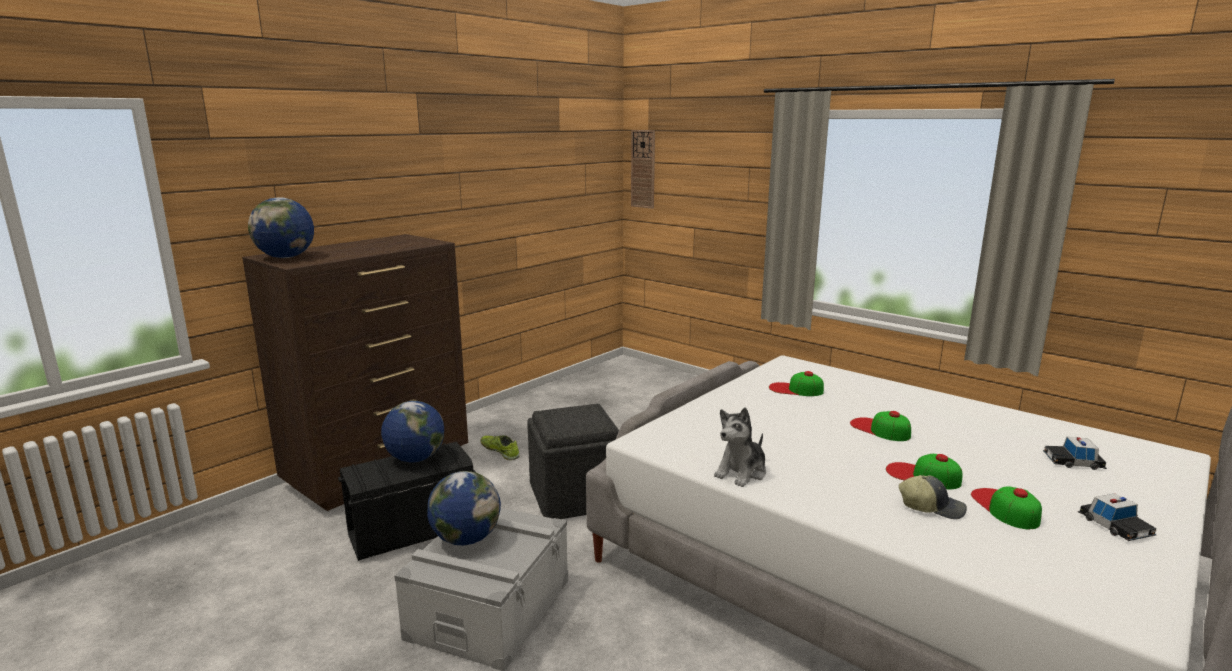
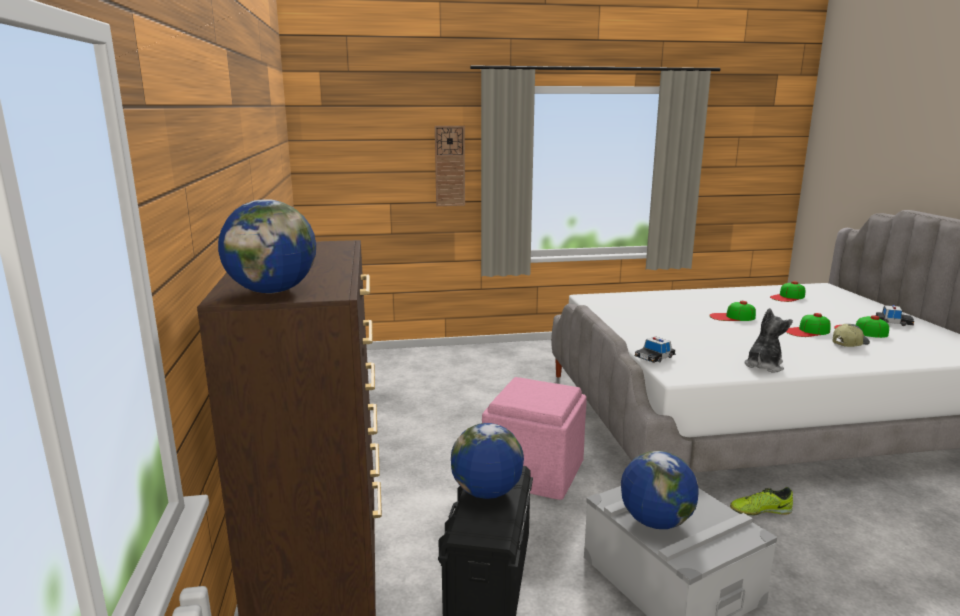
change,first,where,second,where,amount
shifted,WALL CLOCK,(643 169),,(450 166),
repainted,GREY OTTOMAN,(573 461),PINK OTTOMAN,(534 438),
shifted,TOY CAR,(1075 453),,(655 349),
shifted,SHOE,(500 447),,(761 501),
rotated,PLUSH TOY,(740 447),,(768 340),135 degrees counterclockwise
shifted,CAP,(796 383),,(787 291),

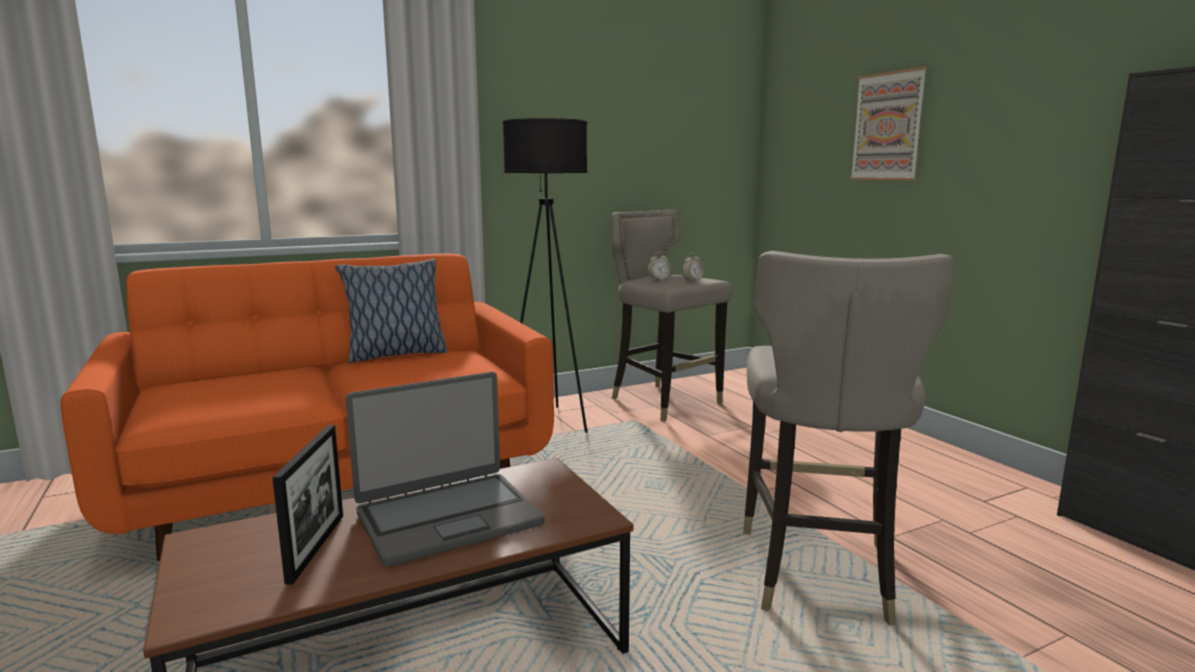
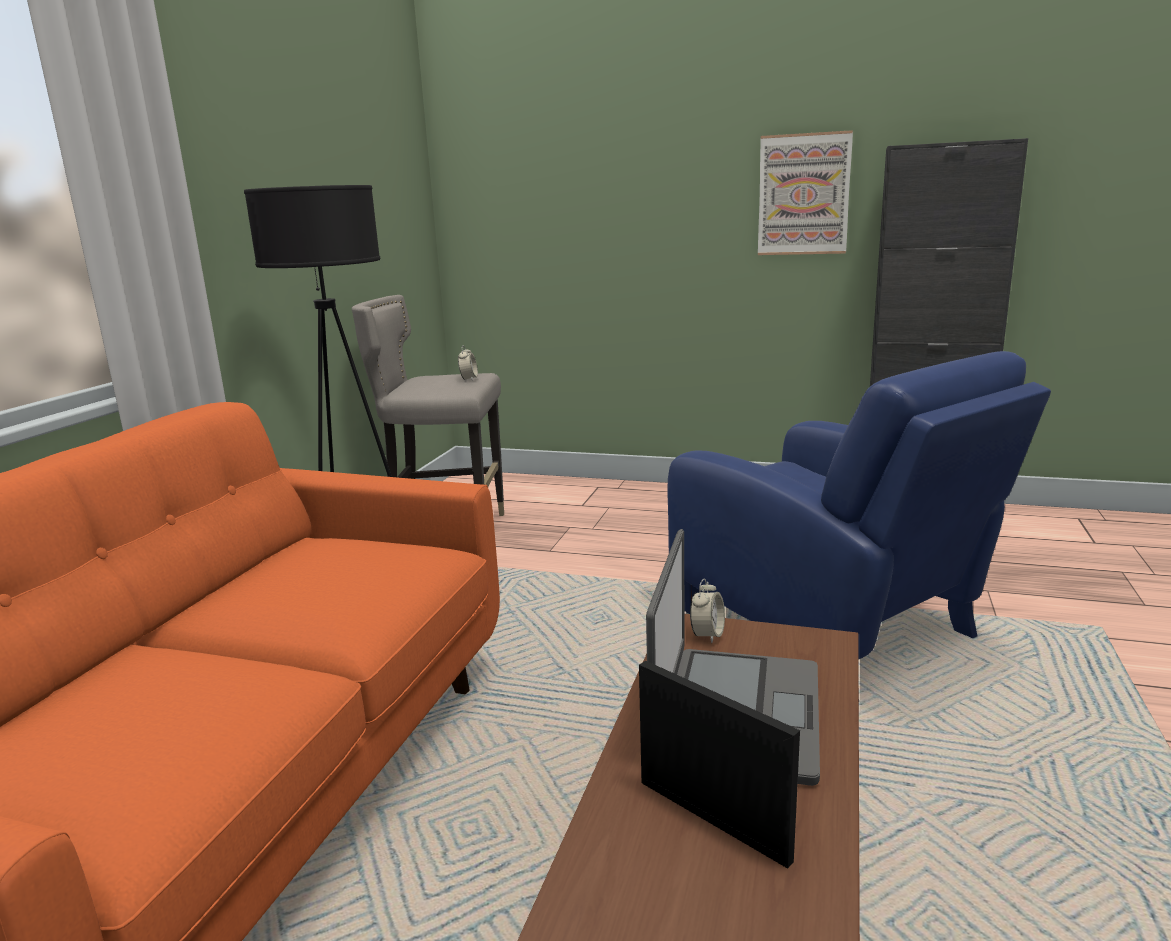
change,first,where,second,where,amount
swapped,GREY STOOL,(848 438),BLUE ARMCHAIR,(859 505),
shifted,ALARM CLOCK,(659 266),,(707 610),
shifted,PICTURE,(888 123),,(805 192),
gone,PILLOW,(391 311),,,

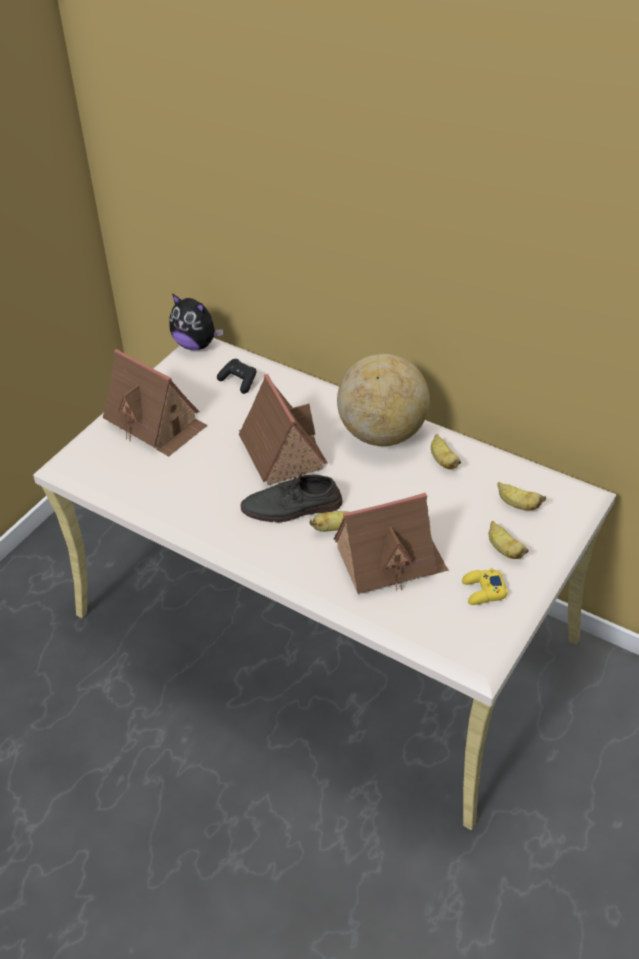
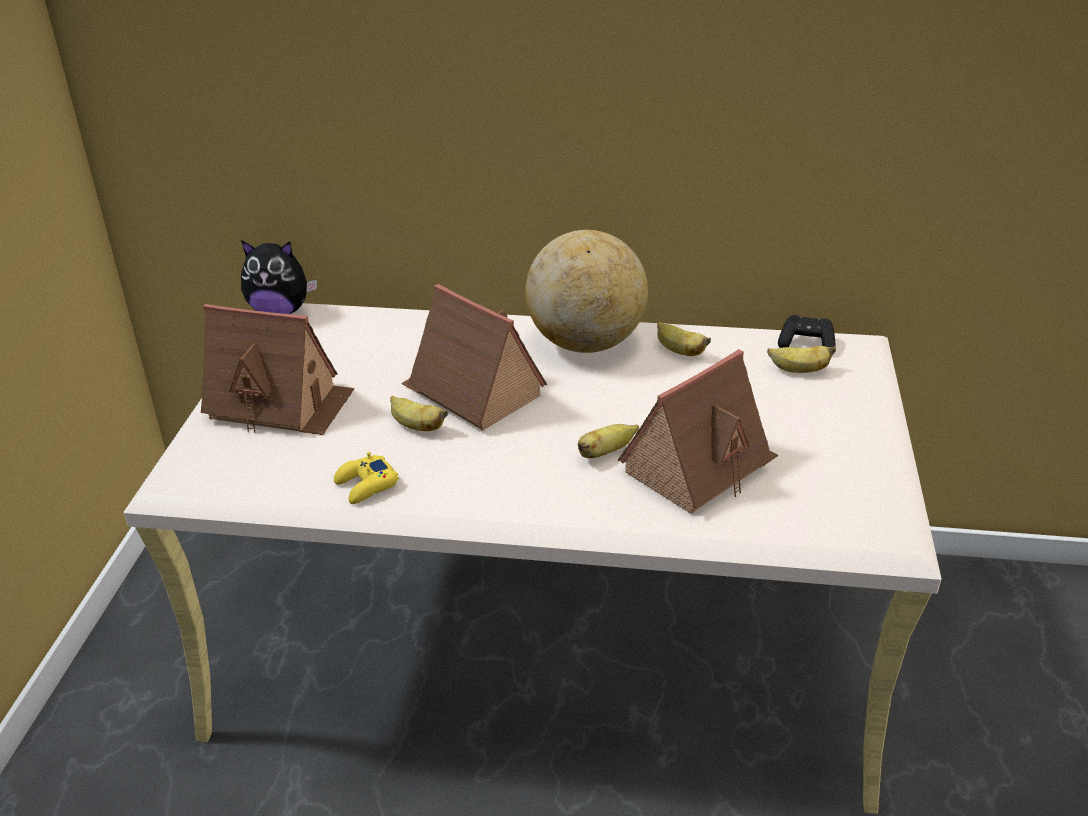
change,first,where,second,where,amount
shifted,YELLOW GAME CONTROLLER,(485 586),,(366 478),
shifted,BANANA,(509 540),,(419 413),
shifted,BLACK GAME CONTROLLER,(236 376),,(807 331),
gone,GREY SHOE,(291 497),,,

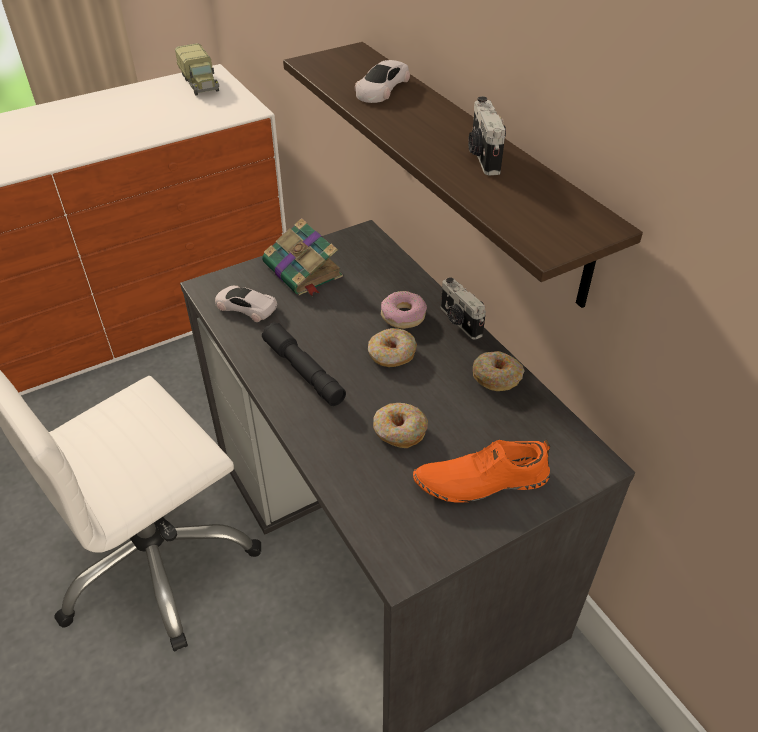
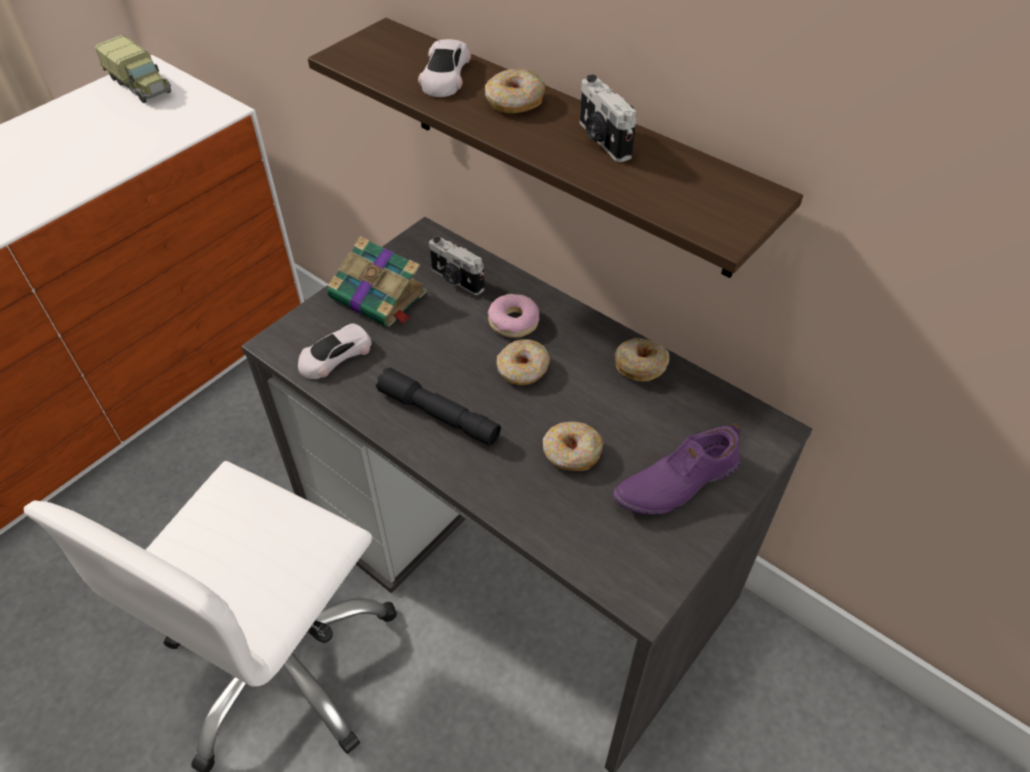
change,first,where,second,where,amount
rotated,WHITE TOY CAR,(246 304),,(335 351),45 degrees counterclockwise
shifted,PHOTO CAMERA,(463 309),,(457 265),
new,,,DONUT,(515 91),
repainted,ORANGE SHOE,(481 471),PURPLE SHOE,(677 469),

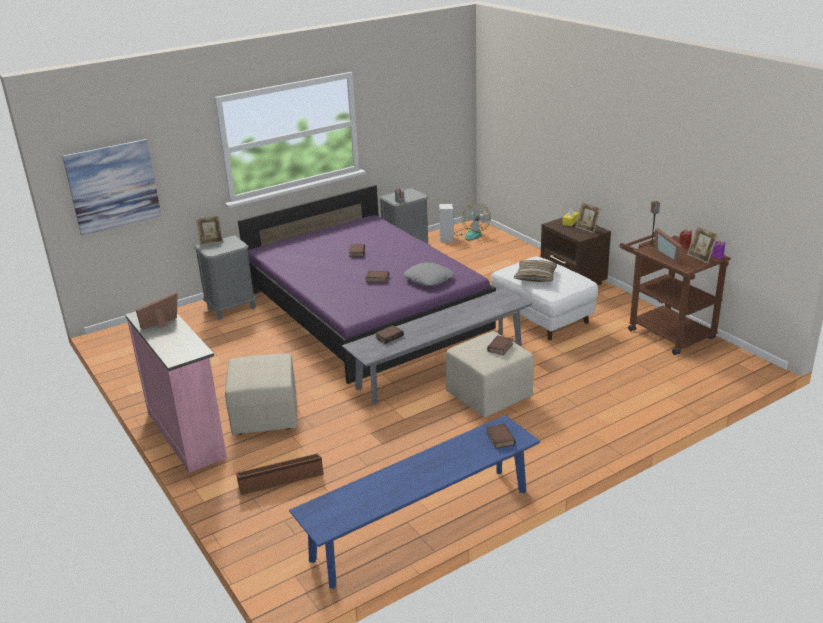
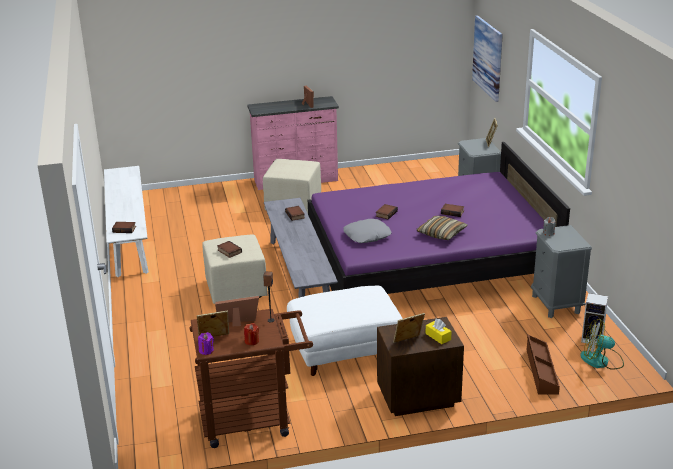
change,first,where,second,where,amount
repainted,BLUE BENCH,(414 502),WHITE BENCH,(126 221),
shifted,PILLOW,(535 271),,(442 228),
shifted,BROWN STORAGE BOX,(280 474),,(543 365),

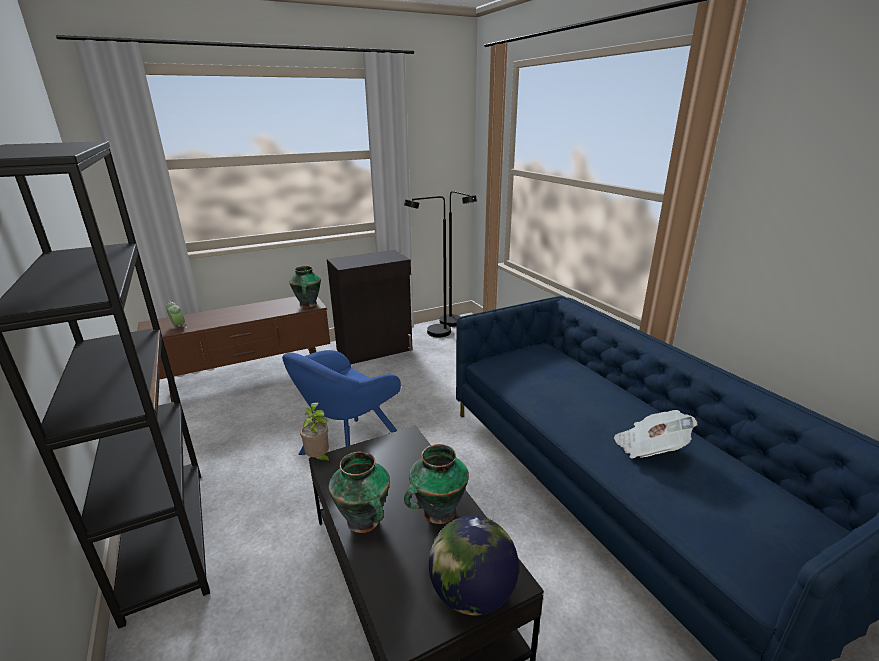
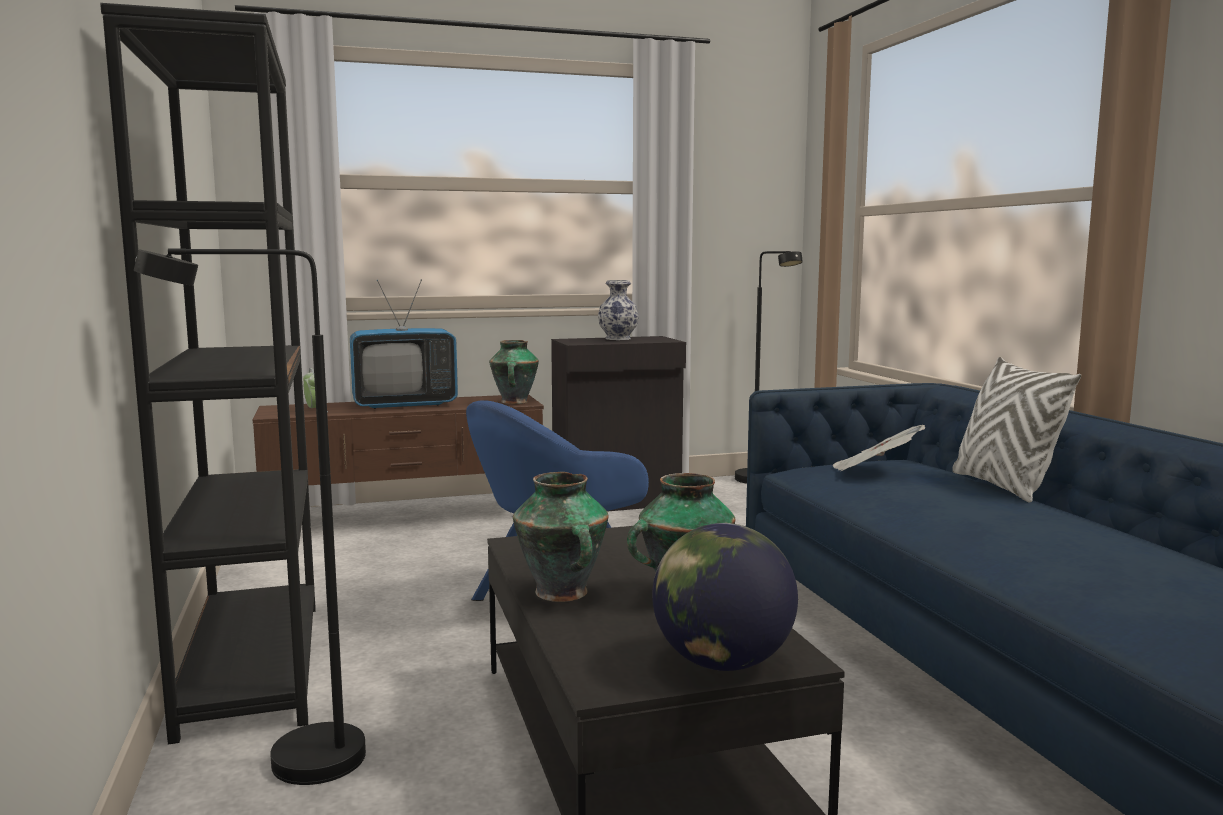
change,first,where,second,where,amount
shifted,BLACK FLOOR LAMP,(427 266),,(250 517),
new,,,TELEVISION,(404 344),
new,,,VASE,(618 310),
shifted,NEWSPAPER,(656 434),,(879 448),
new,,,WHITE PILLOW,(1016 430),
gone,POTTED PLANT,(315 432),,,

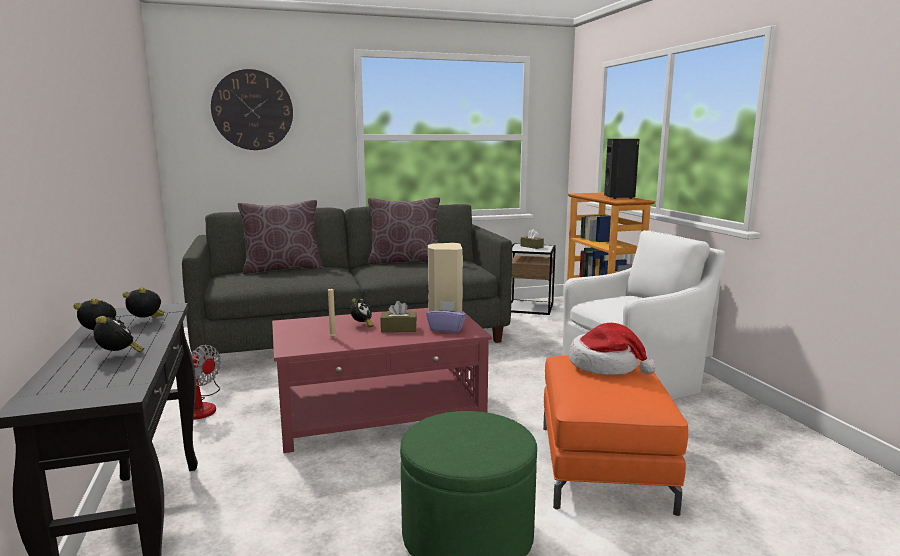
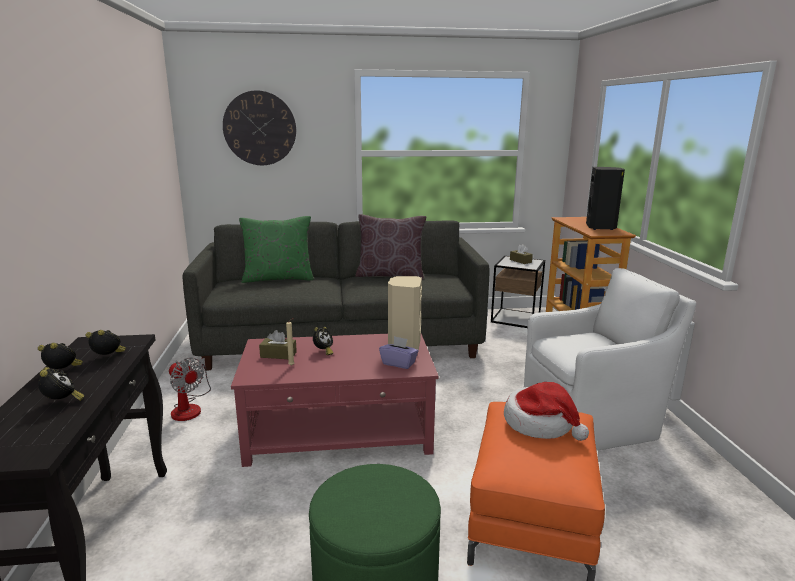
change,first,where,second,where,amount
repainted,BROWN PILLOW,(280 237),GREEN PILLOW,(276 249),
shifted,BROWN TISSUE BOX,(398 316),,(278 344),

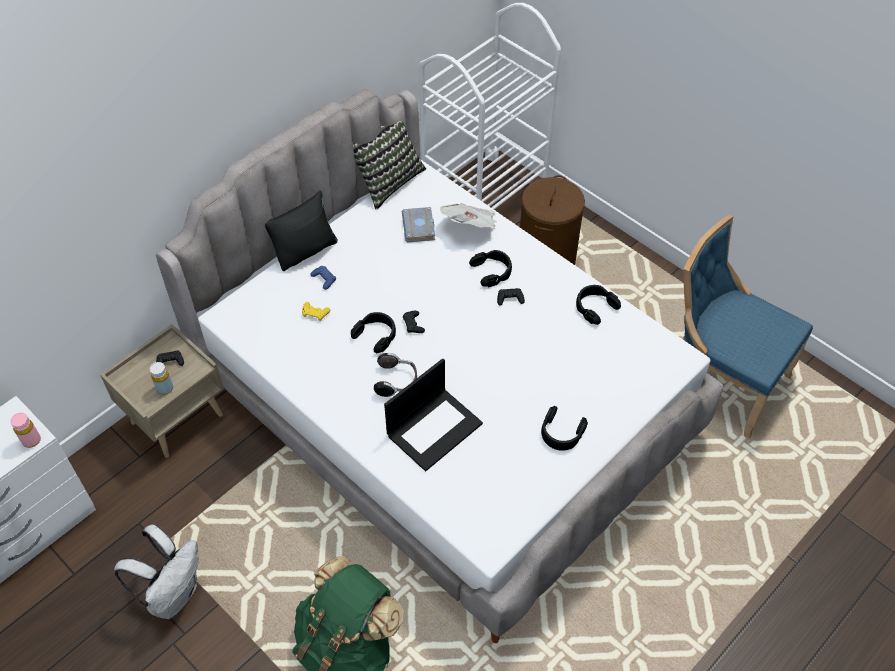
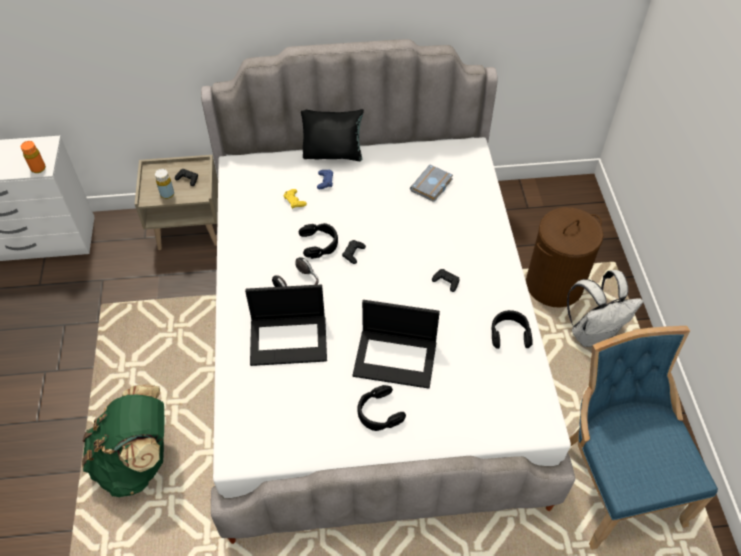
change,first,where,second,where,amount
repainted,PINK BOTTLE,(25 430),ORANGE BOTTLE,(33 157),
new,,,LAPTOP,(396 344),
shifted,WHITE BACKPACK,(156 571),,(605 308),
gone,PILLOW,(389 165),,,
gone,WHITE CART,(490 106),,,
gone,NEWSPAPER,(468 215),,,
gone,BLACK HEADPHONES,(490 268),,,

